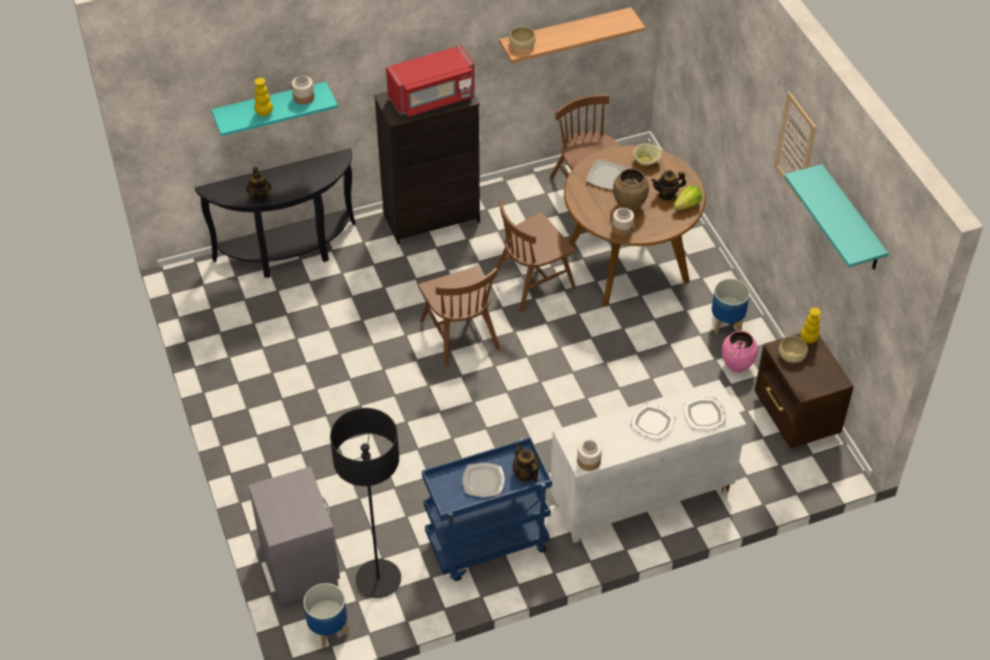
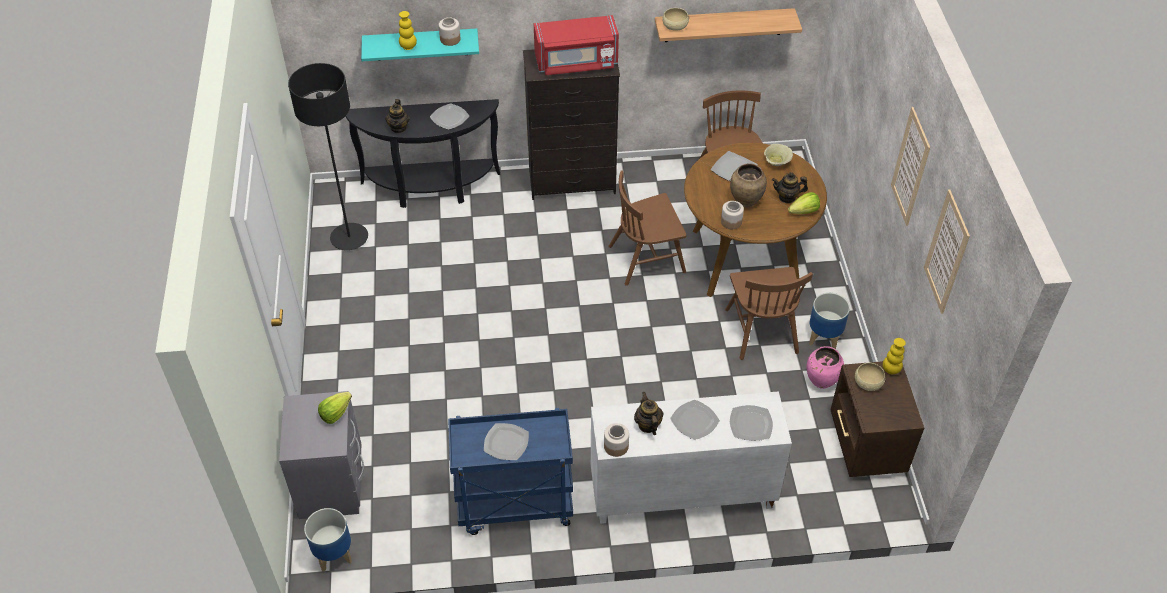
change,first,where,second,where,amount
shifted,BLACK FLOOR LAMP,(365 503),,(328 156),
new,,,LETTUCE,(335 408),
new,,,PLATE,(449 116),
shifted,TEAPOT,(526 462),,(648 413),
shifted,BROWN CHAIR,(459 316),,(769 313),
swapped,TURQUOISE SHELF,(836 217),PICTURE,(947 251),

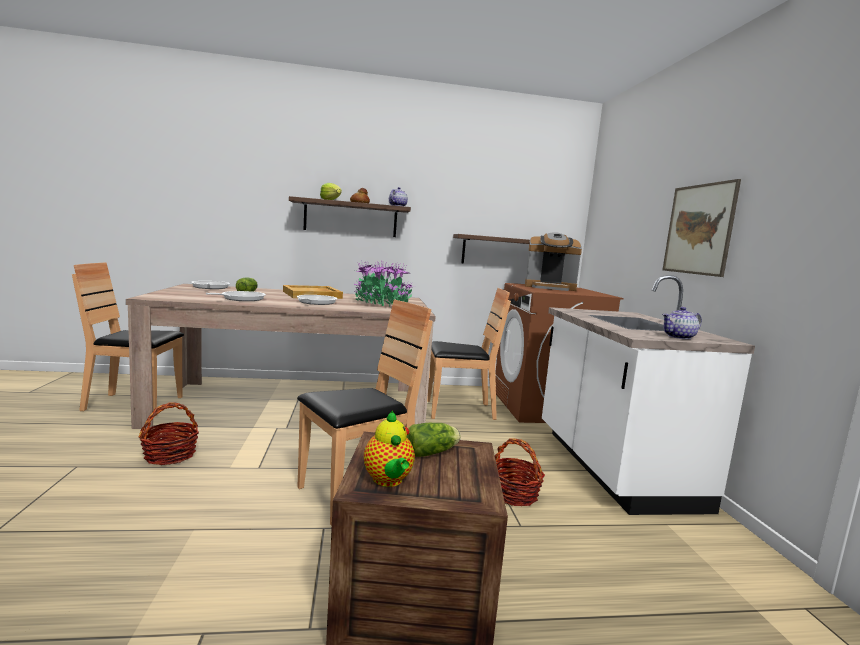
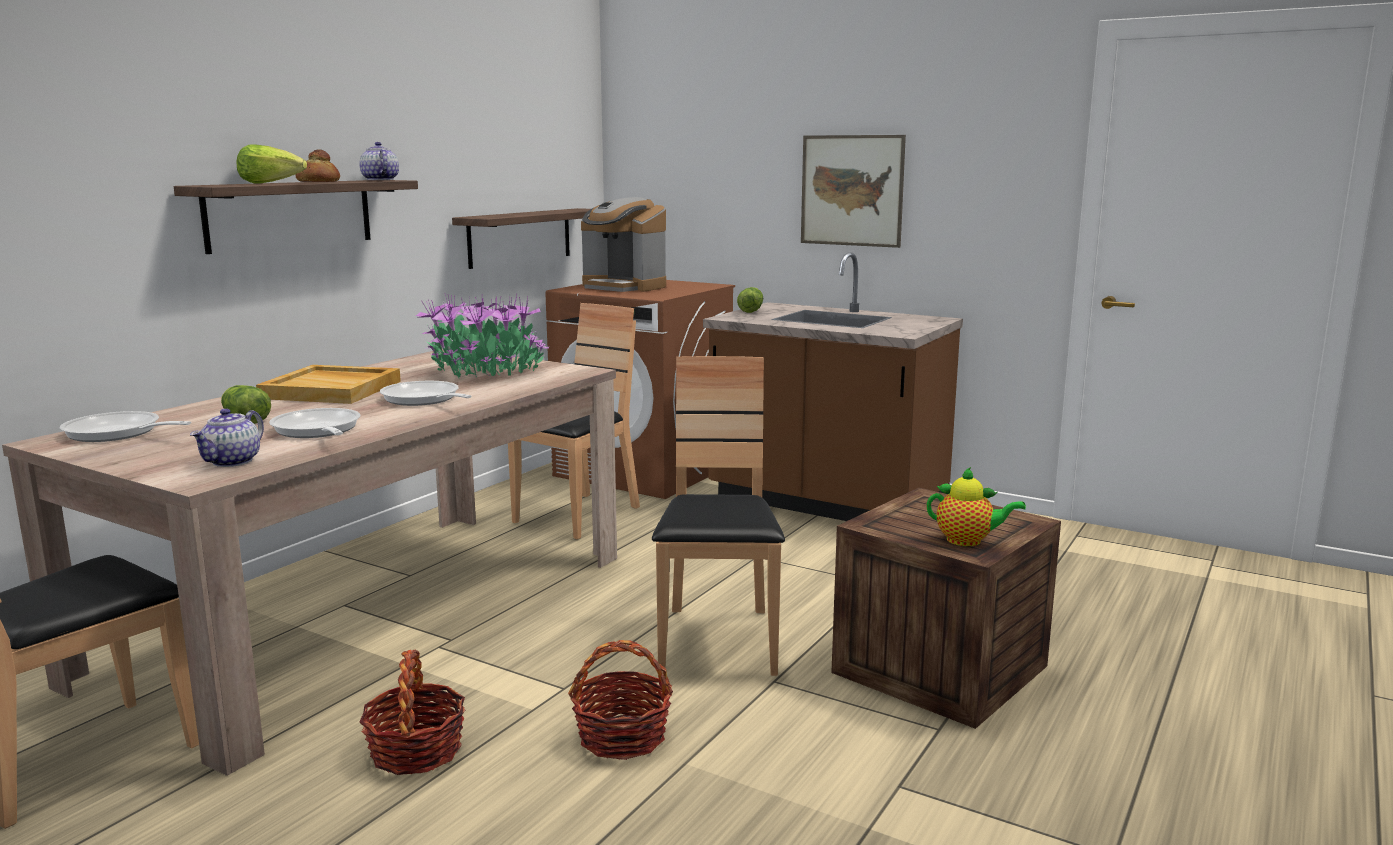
change,first,where,second,where,amount
shifted,TEAPOT,(682 323),,(227 437),
shifted,BASKET,(520 472),,(620 700),
rotated,COFFEE MACHINE,(553 261),,(623 244),75 degrees clockwise
repainted,WHITE COUNTER,(648 395),BROWN COUNTER,(833 386),
shifted,LETTUCE,(434 440),,(750 300),

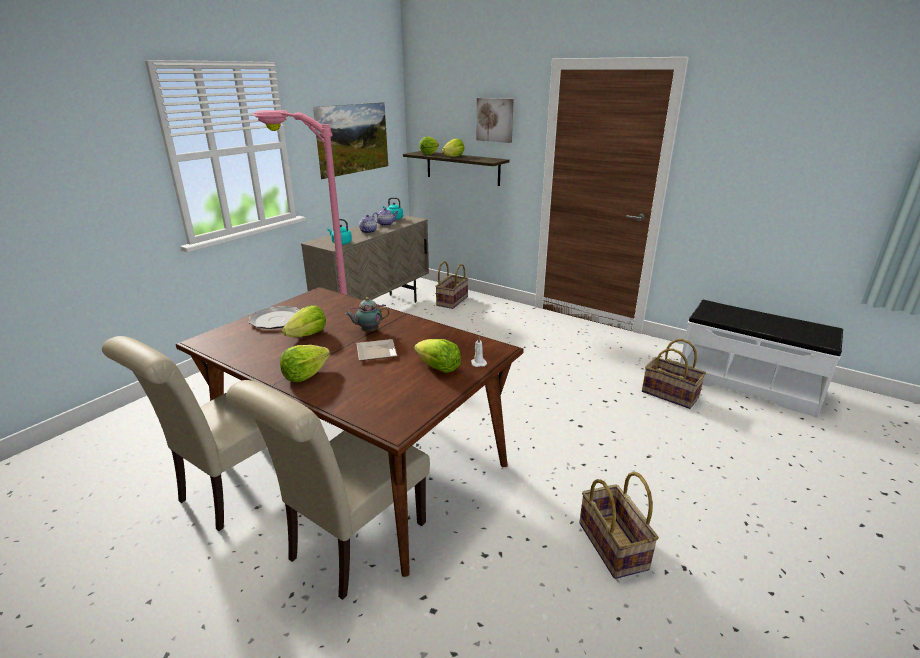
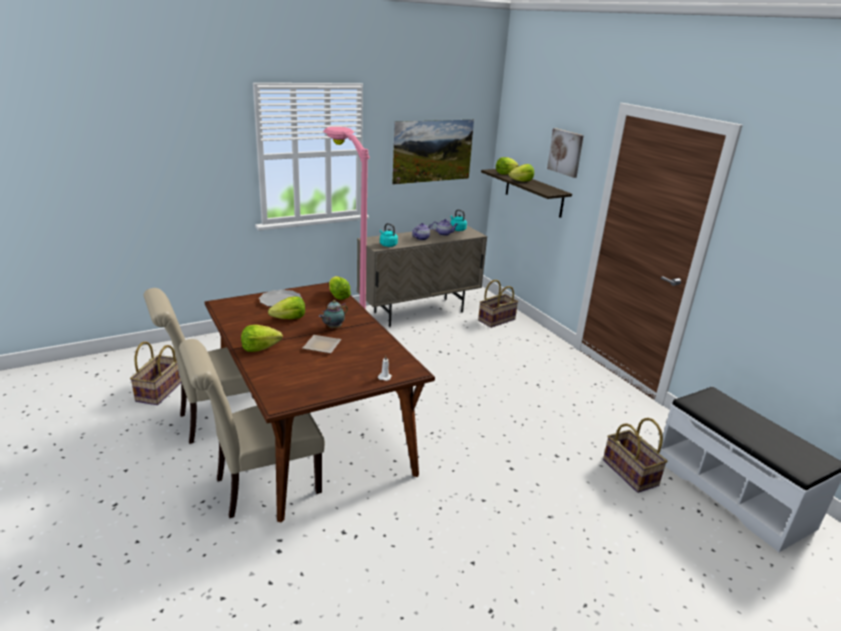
change,first,where,second,where,amount
shifted,BASKET,(619 525),,(155 373),
rotated,TEAPOT,(367 314),,(333 314),60 degrees counterclockwise
shifted,LETTUCE,(437 356),,(340 288),

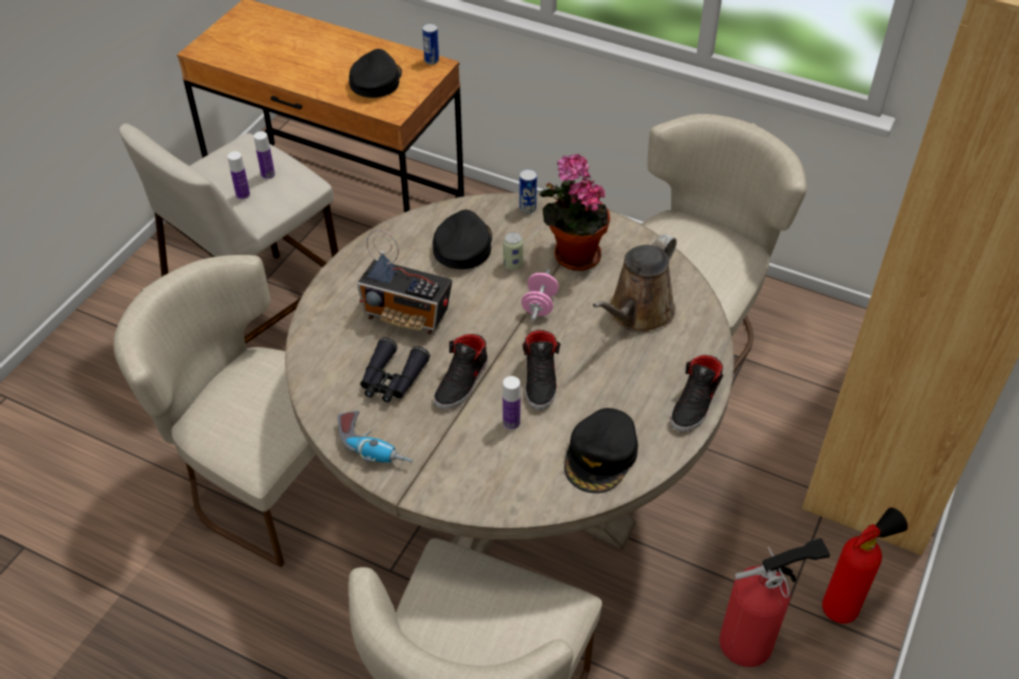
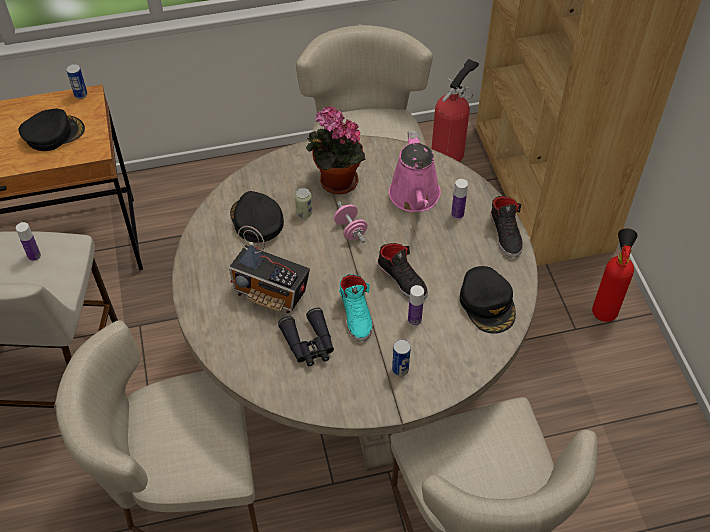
change,first,where,second,where,amount
rotated,BLACK CAP,(375 73),,(52 130),90 degrees clockwise
rotated,RADIO,(404 281),,(269 270),45 degrees clockwise
repainted,BLACK SHOE,(461 371),TURQUOISE SHOE,(356 307),
repainted,BROWN WATERING CAN,(635 283),PINK WATERING CAN,(415 171),
shifted,CAN,(528 191),,(401 357),
shifted,FIRE EXTINGUISHER,(774 602),,(455 110),
shifted,BOTTLE,(238 175),,(459 199),
gone,POWER DRILL,(375 437),,,

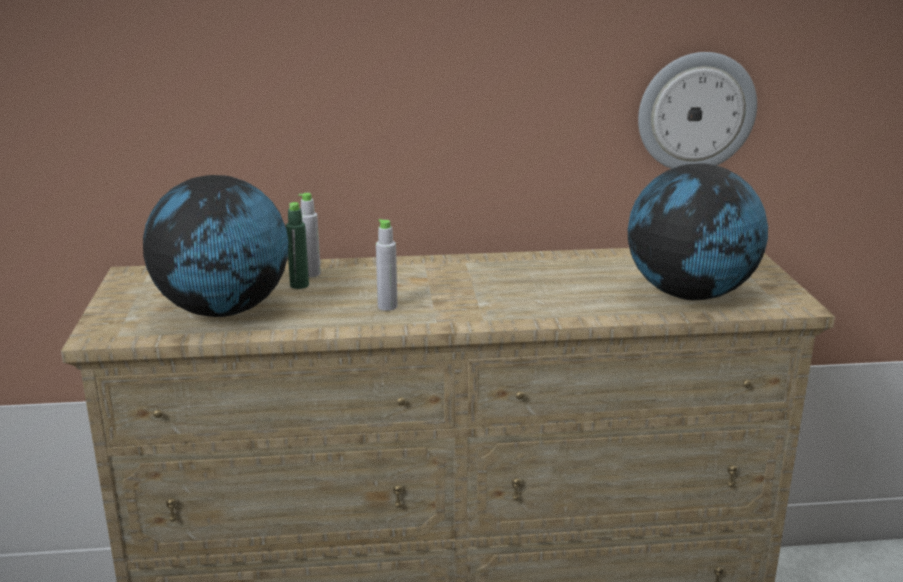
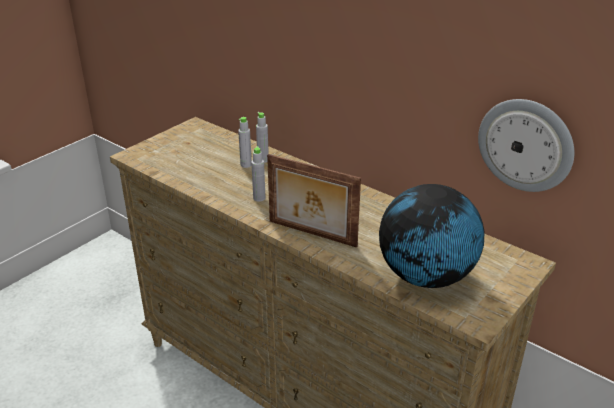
change,first,where,second,where,amount
repainted,GREEN BOTTLE,(297 245),GREY BOTTLE,(245 142),
new,,,PICTURE FRAME,(314 200),
gone,GLOBE,(216 246),,,

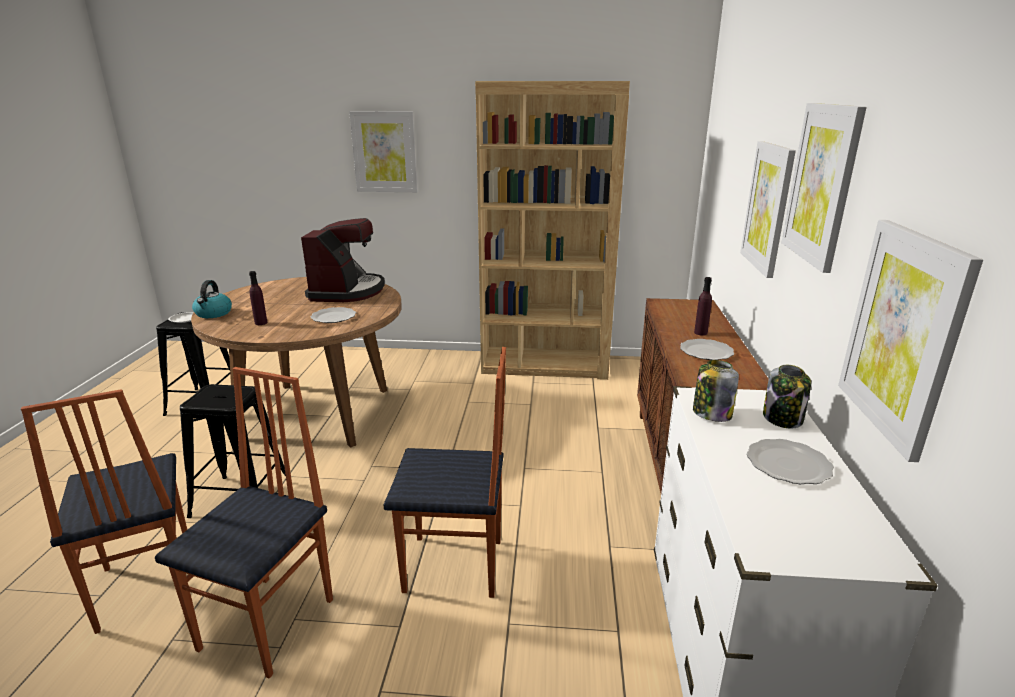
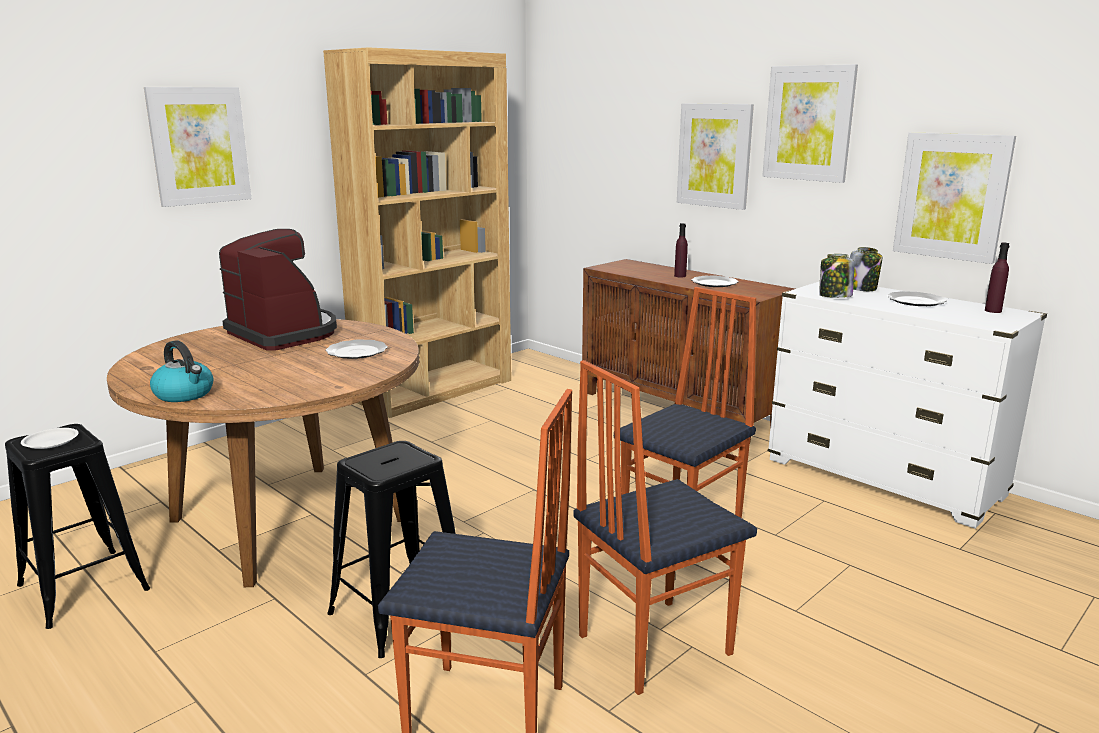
change,first,where,second,where,amount
rotated,CHAIR,(244 523),,(665 527),90 degrees counterclockwise
shifted,PURPLE BOTTLE,(258 298),,(997 278),

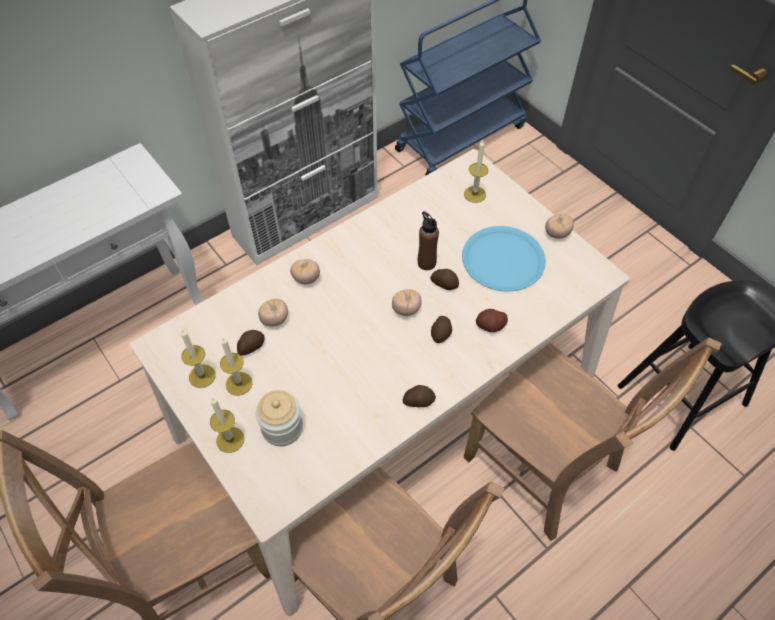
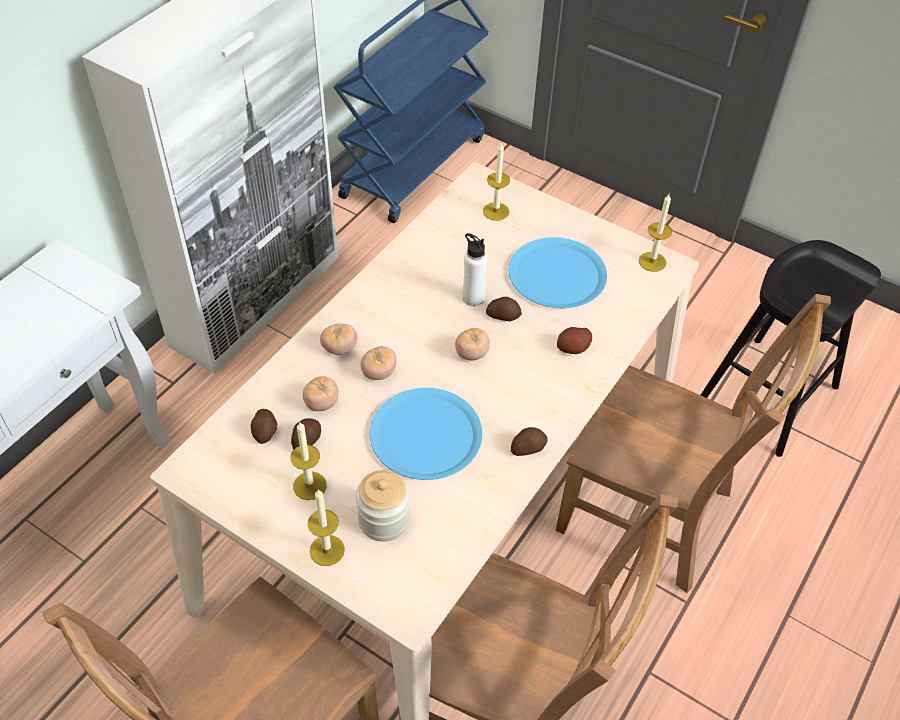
change,first,where,second,where,amount
shifted,POTATO,(441 329),,(264 426),
shifted,TOMATO,(559 226),,(378 363),
new,,,BLUE PLATE,(426 434),
repainted,BROWN BOTTLE,(428 240),WHITE BOTTLE,(475 269),
shifted,CANDLE,(198 359),,(655 233),

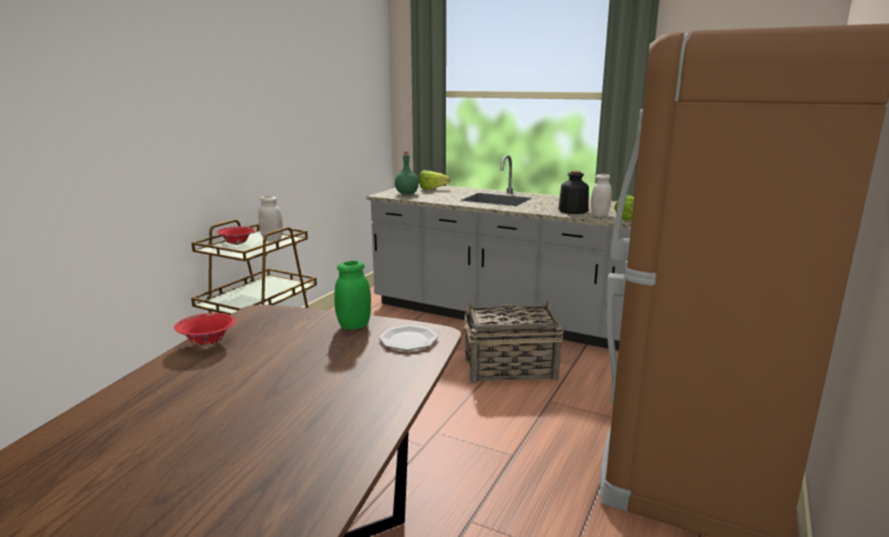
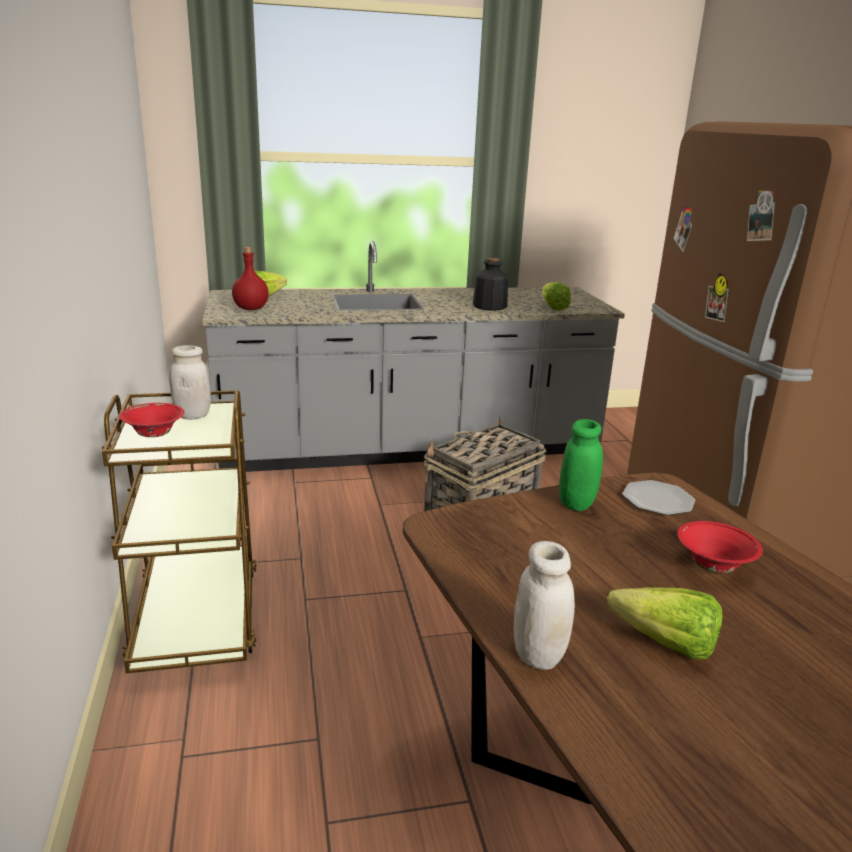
change,first,where,second,where,amount
repainted,GREEN BOTTLE,(407 173),RED BOTTLE,(250 278),
shifted,WHITE JAR,(601 195),,(544 605),
new,,,LETTUCE,(665 623),
shifted,RED BOWL,(204 329),,(720 547),

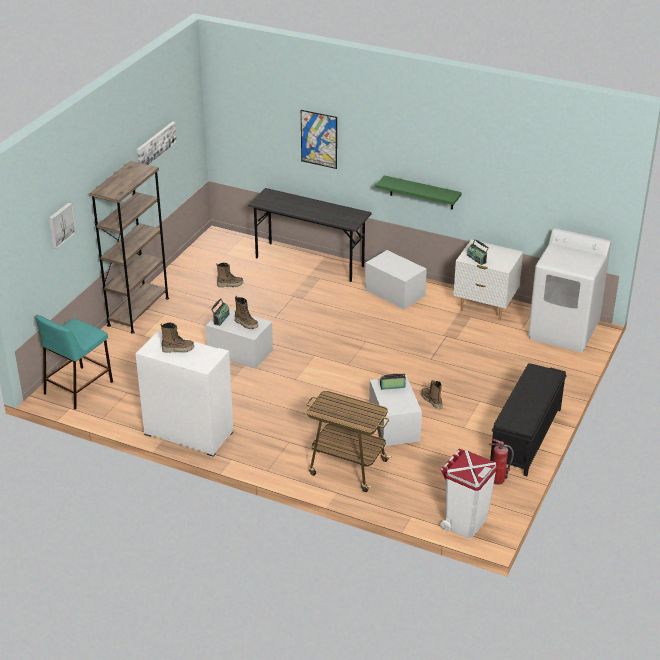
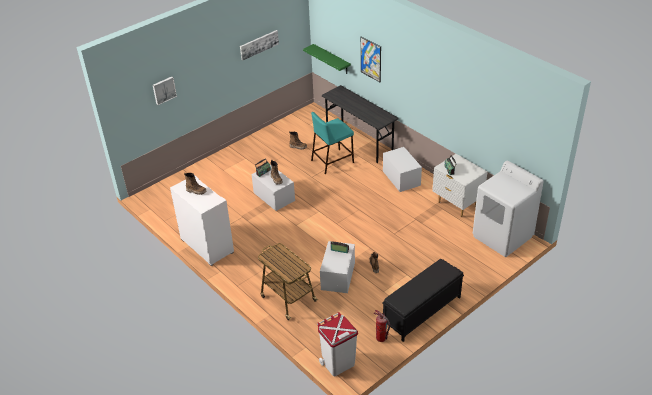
change,first,where,second,where,amount
shifted,GREEN SHELF,(418 192),,(327 59),
shifted,TURQUOISE STOOL,(74 362),,(332 143),
gone,BROWN BOOKCASE,(129 247),,,

